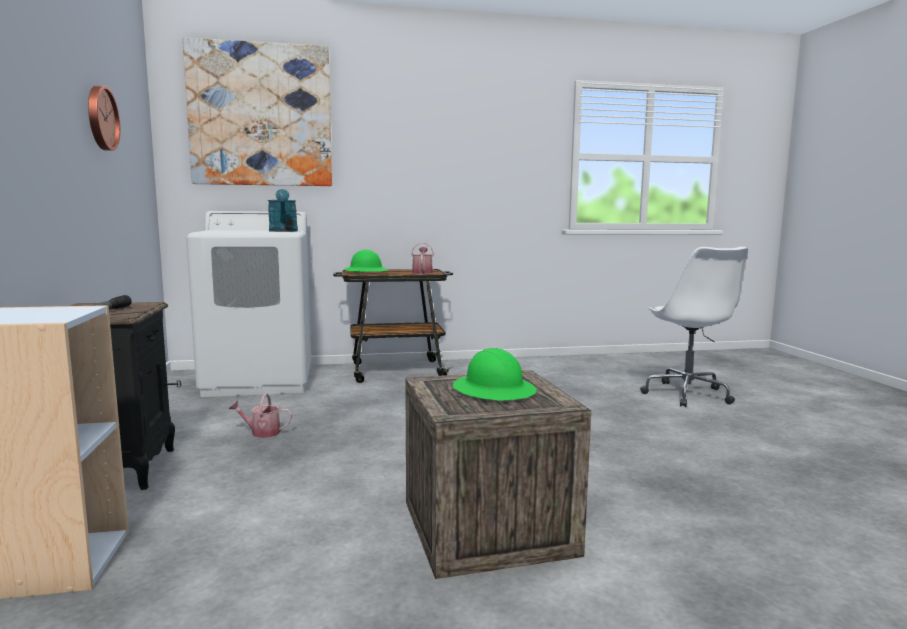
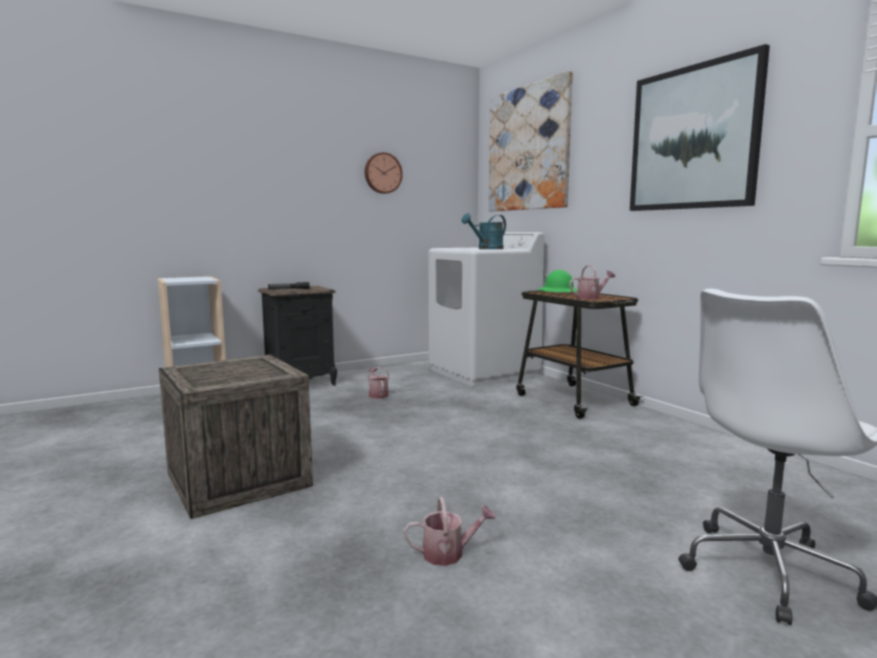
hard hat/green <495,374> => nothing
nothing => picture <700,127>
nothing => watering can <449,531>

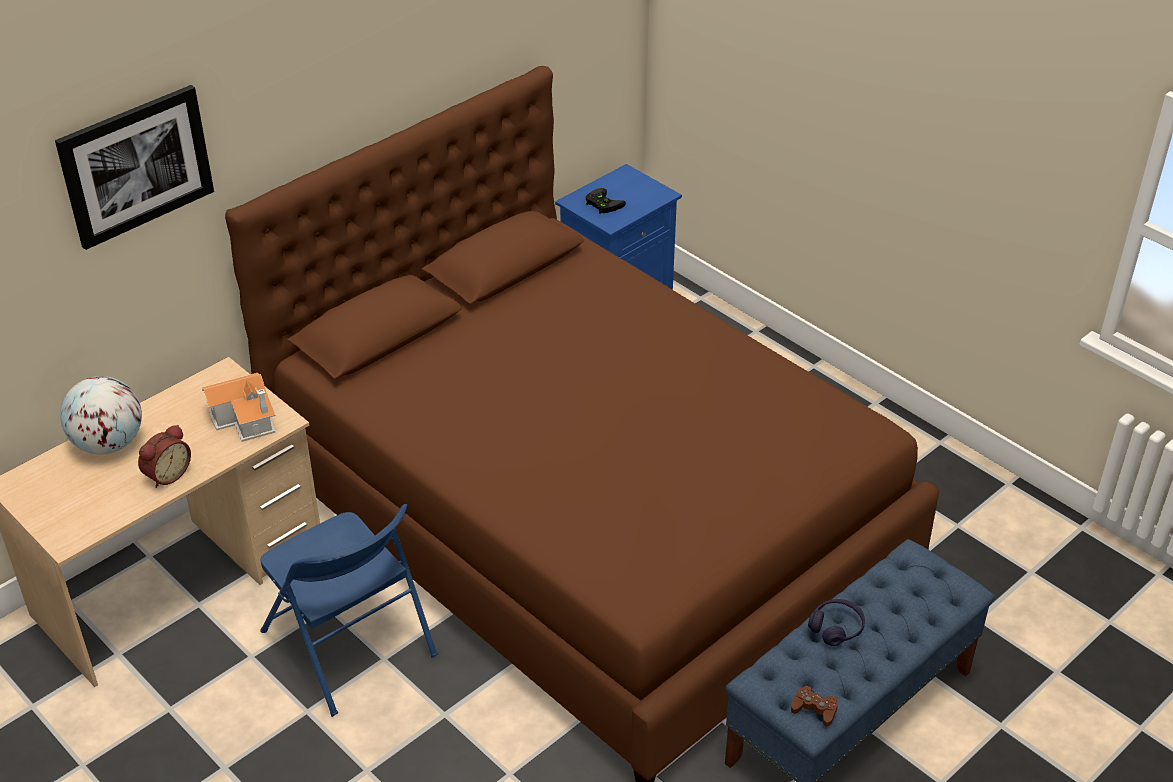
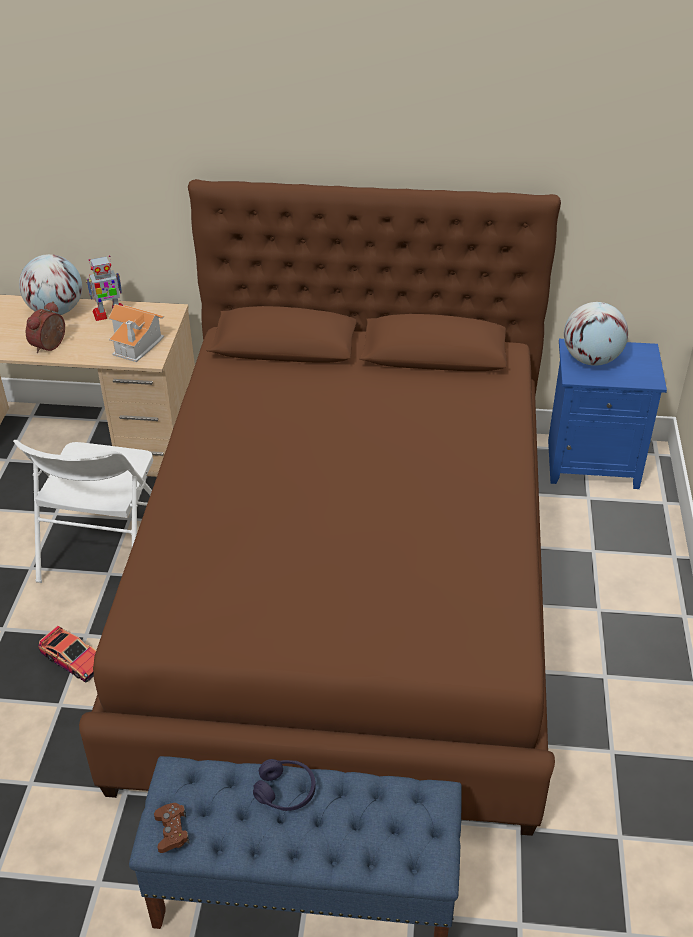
picture <134,167> => nothing
game controller/black <606,201> => globe <596,334>
alarm clock <164,456> => alarm clock <45,327>, 120 degrees clockwise
chair/blue <349,610> => chair/white <83,511>
nothing => toy robot <104,288>
nothing => toy car <67,654>

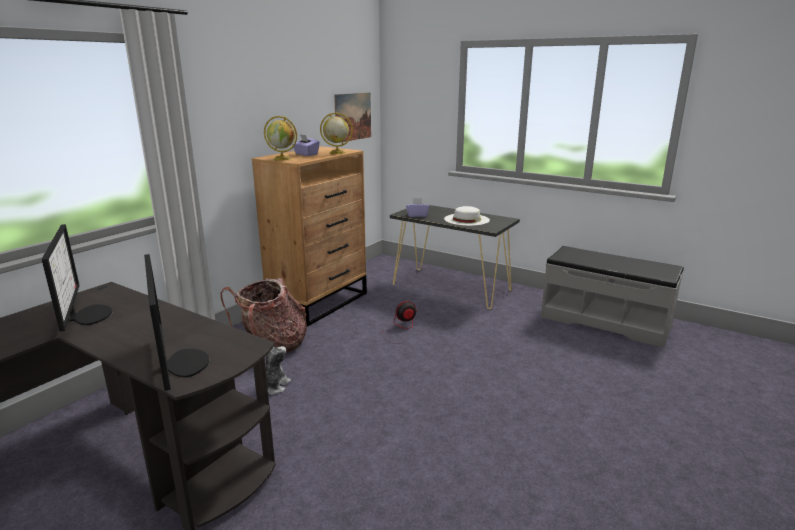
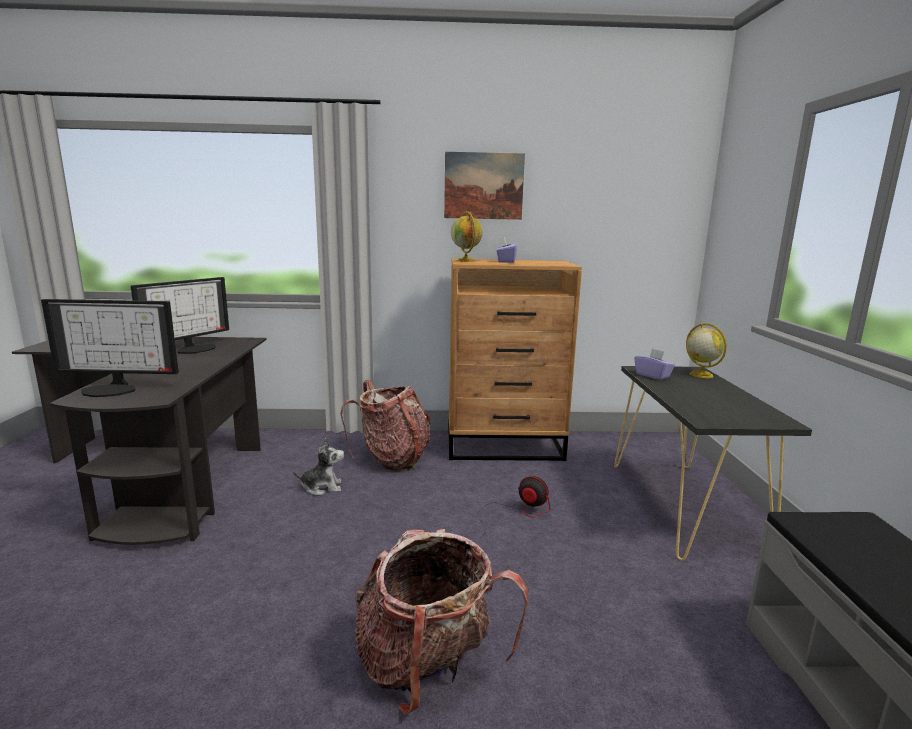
picture <352,117> => picture <484,186>, shifted
globe <336,133> => globe <706,350>, shifted
hat/white <467,216> => nothing
monitor <176,322> => monitor <110,348>, 60 degrees clockwise
nothing => backpack <442,622>

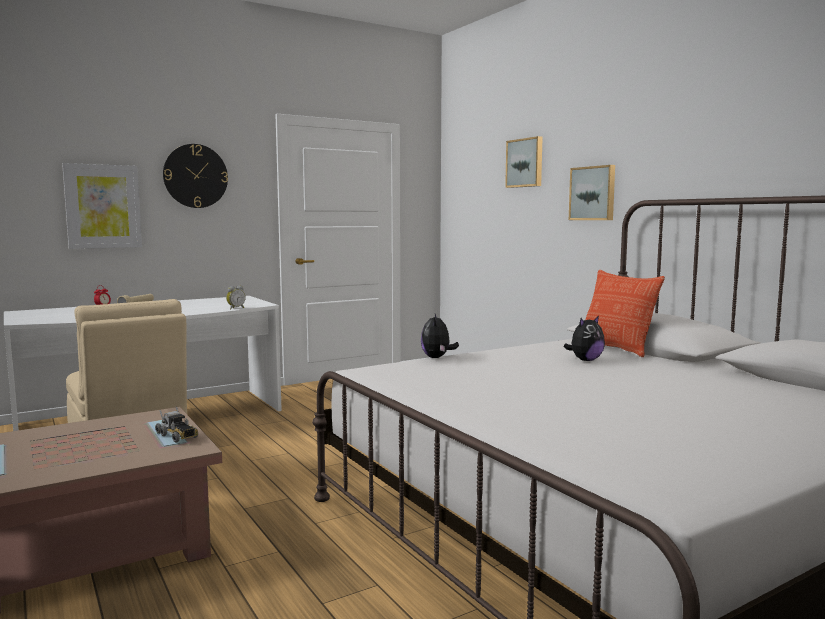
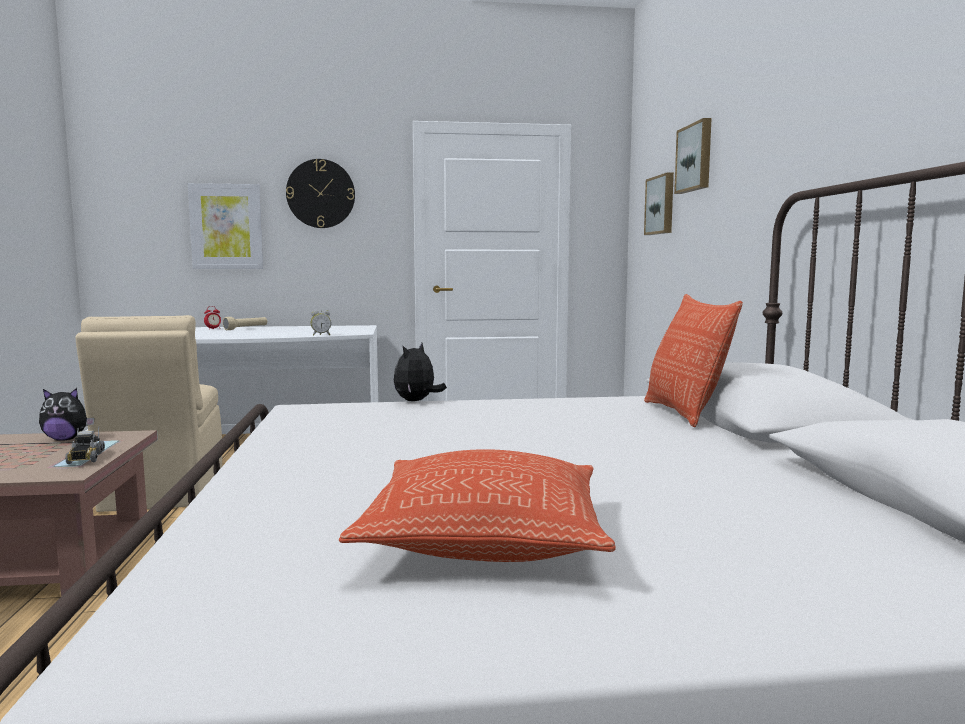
picture <592,192> => picture <659,203>, shifted
plush toy <584,338> => plush toy <66,414>, shifted
nothing => pillow/orange <477,505>

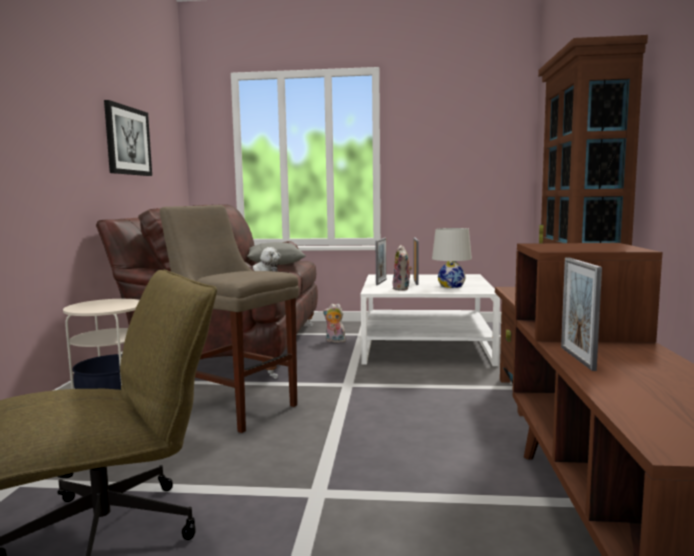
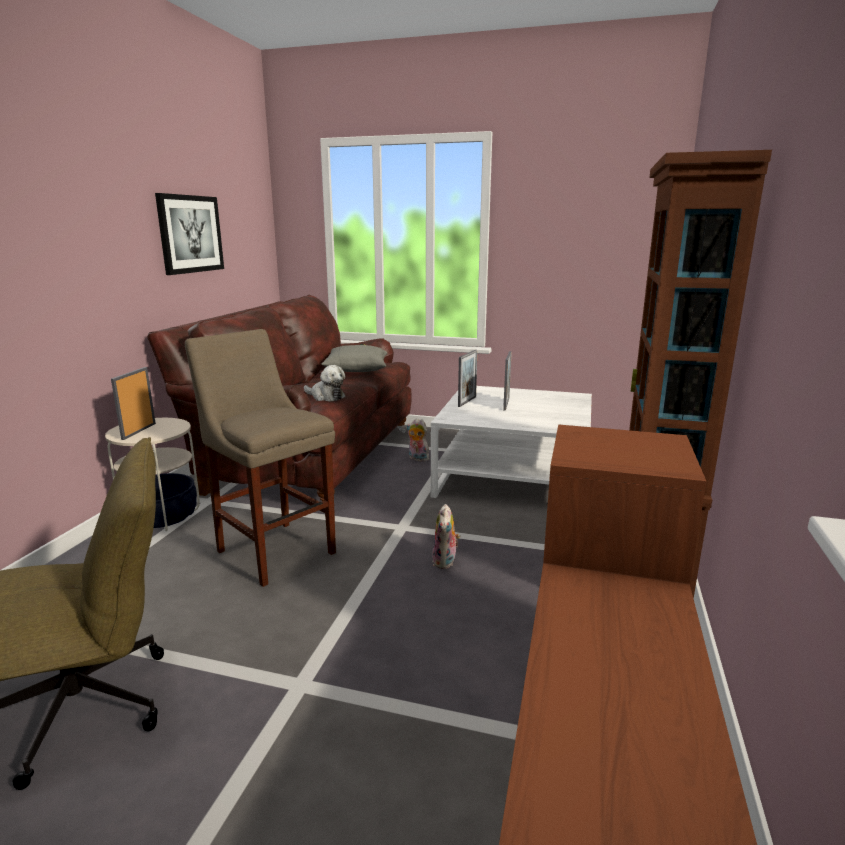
table lamp/white <452,258> => nothing
plush toy <402,268> => plush toy <446,536>, shifted
picture frame <581,314> => picture frame <133,403>, shifted

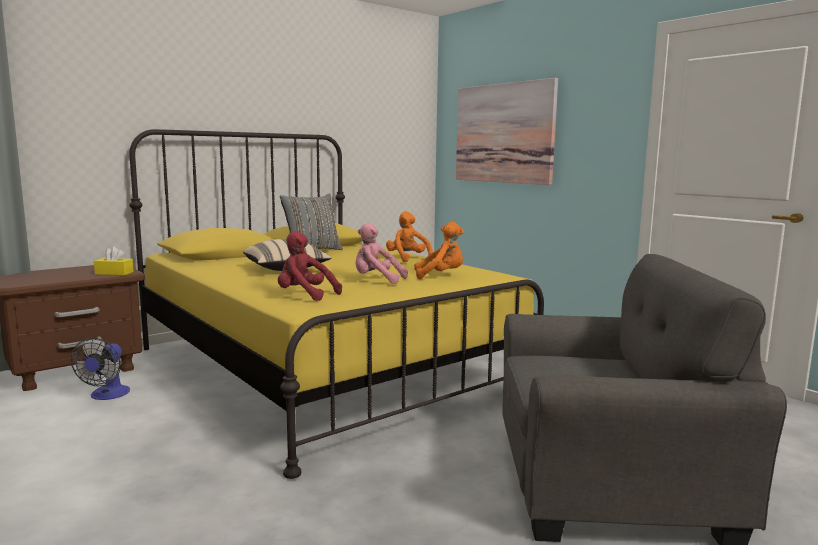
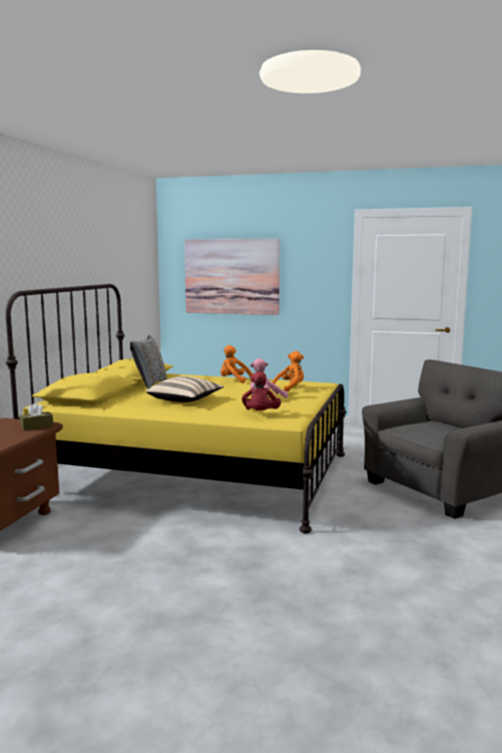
plush toy/red <310,266> => plush toy/red <261,391>, 75 degrees counterclockwise
tissue box/yellow <114,261> => tissue box/brown <36,417>
fan <100,369> => nothing

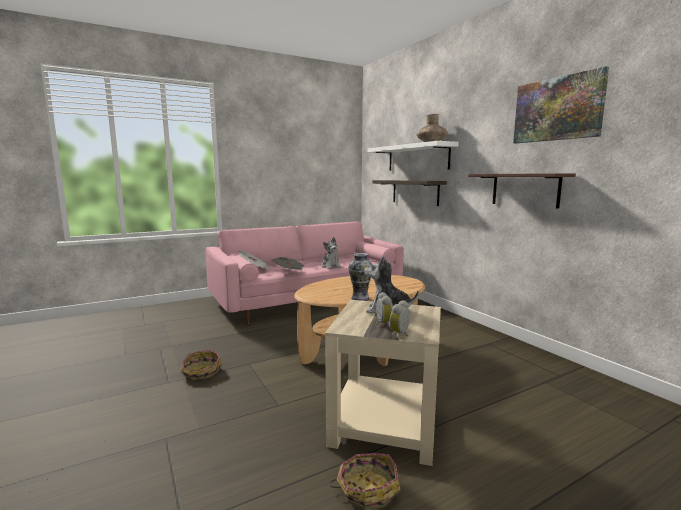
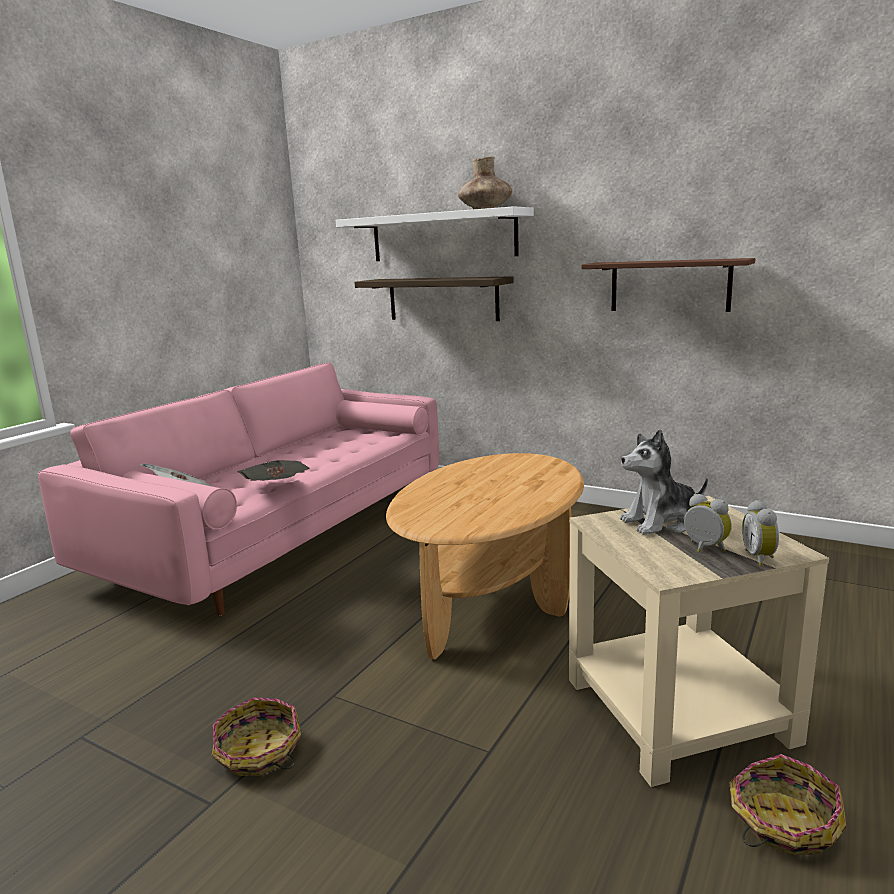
picture <561,104> => nothing
plush toy <331,253> => nothing
vase <360,277> => nothing

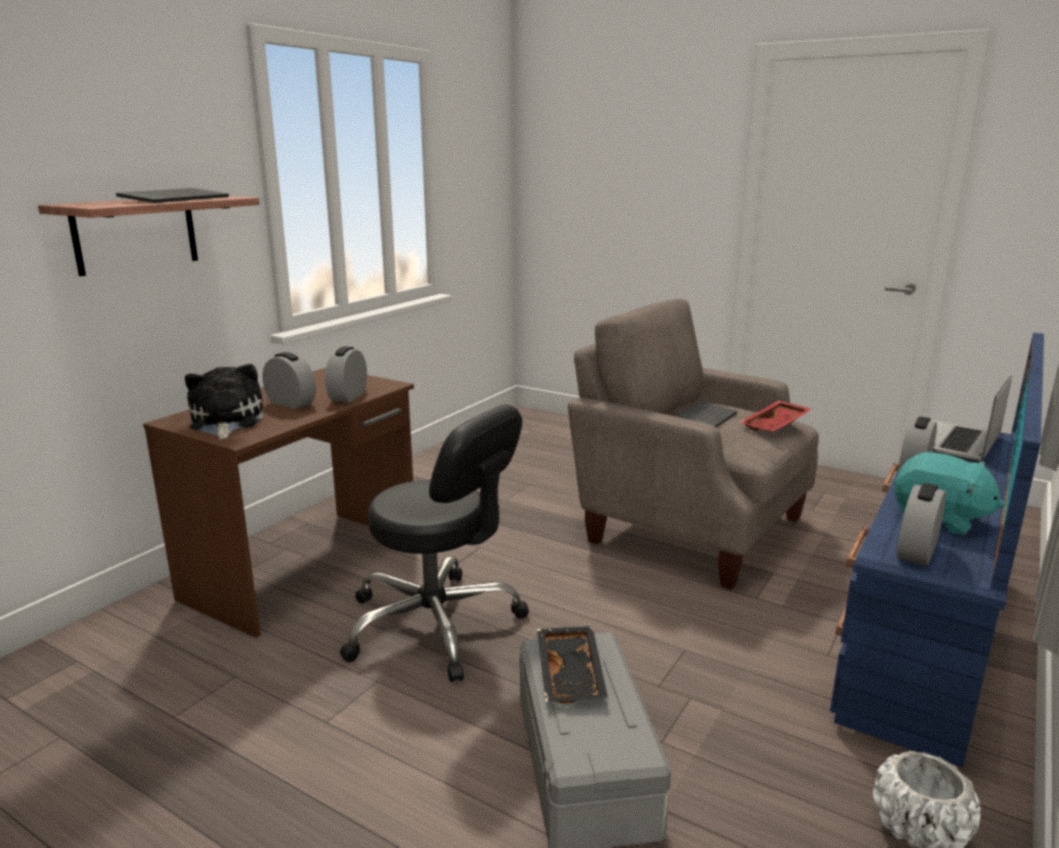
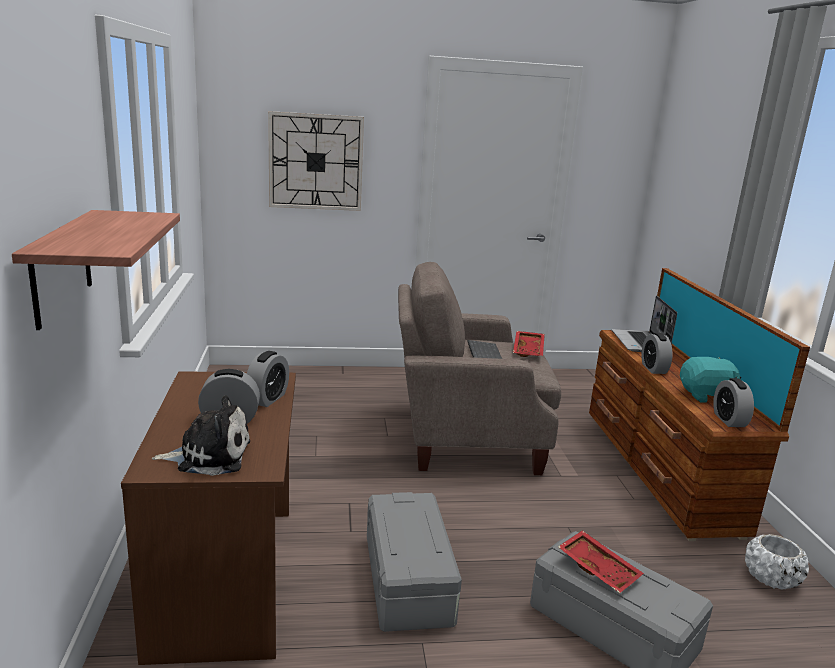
keyboard <172,195> => nothing
dresser/blue <937,550> => dresser/brown <699,404>
alarm clock <346,374> => alarm clock <268,379>, 135 degrees counterclockwise
plush toy <224,401> => plush toy <201,435>, 135 degrees clockwise
office chair/black <434,543> => storage box/grey <414,562>
tray/black <572,665> => tray/red <601,561>
nothing => wall clock <316,161>

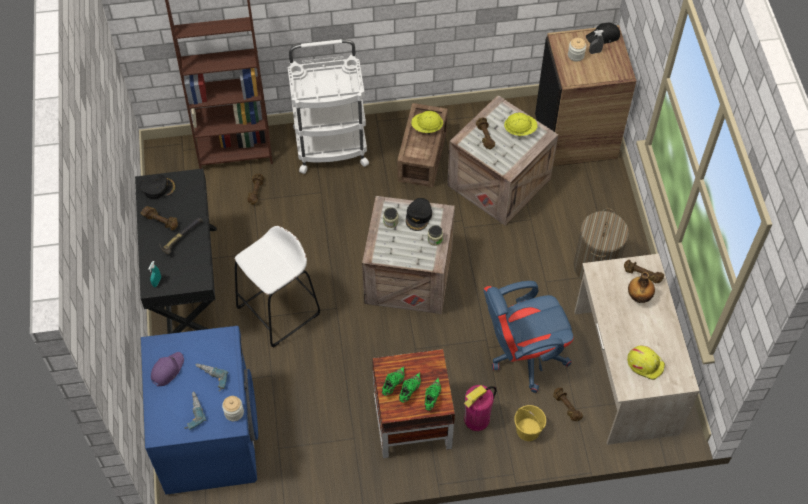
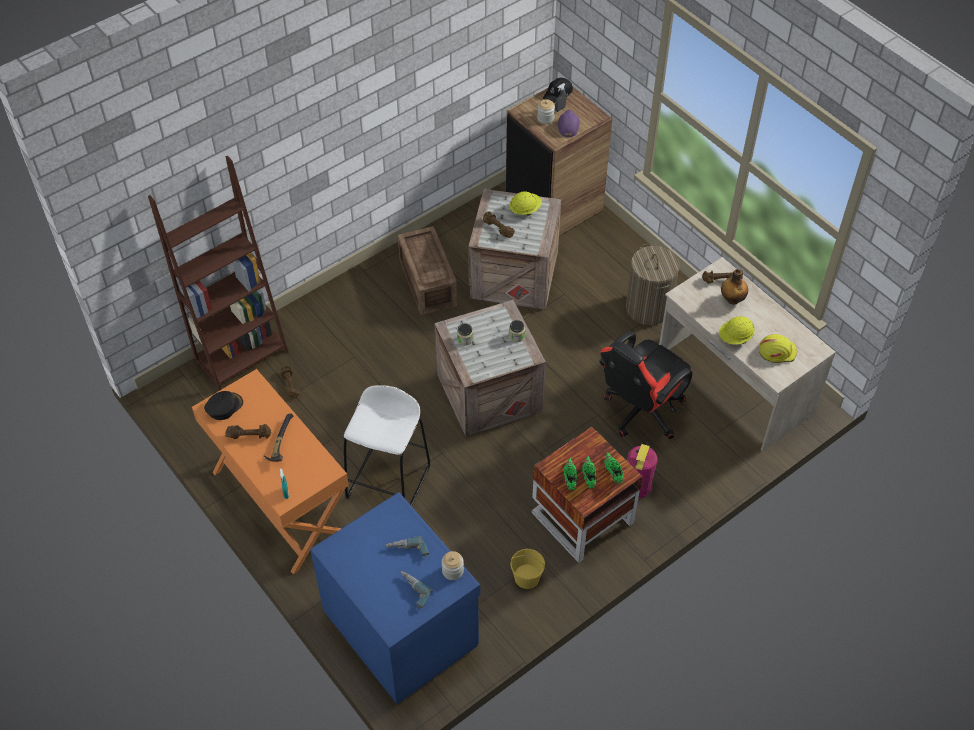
cart/white <328,106> => nothing
hard hat/yellow <427,122> => hard hat/yellow <737,330>, shifted
desk/black <176,251> => desk/orange <270,471>
cap/black <419,214> => nothing
office chair/blue <528,337> => office chair/black <646,385>
cap/purple <167,369> => cap/purple <569,123>, shifted
dumbbell/brown <568,404> => nothing
bucket/yellow <530,423> => bucket/yellow <528,569>, shifted

